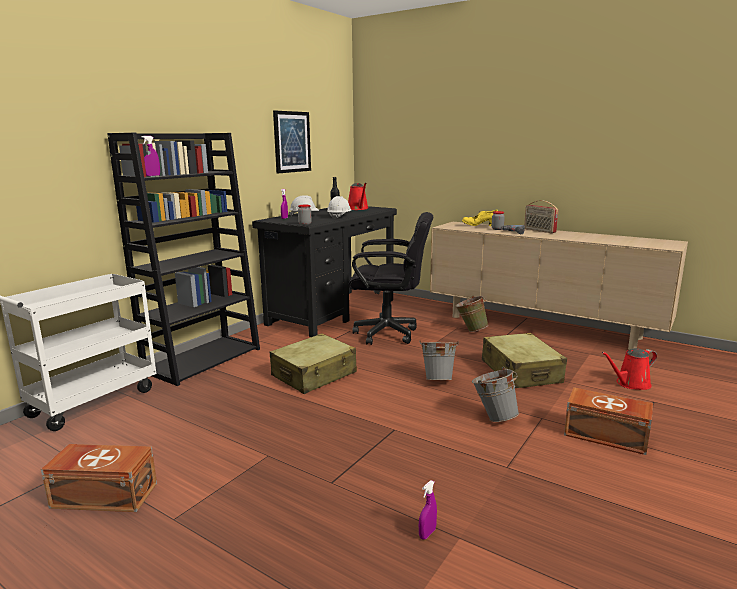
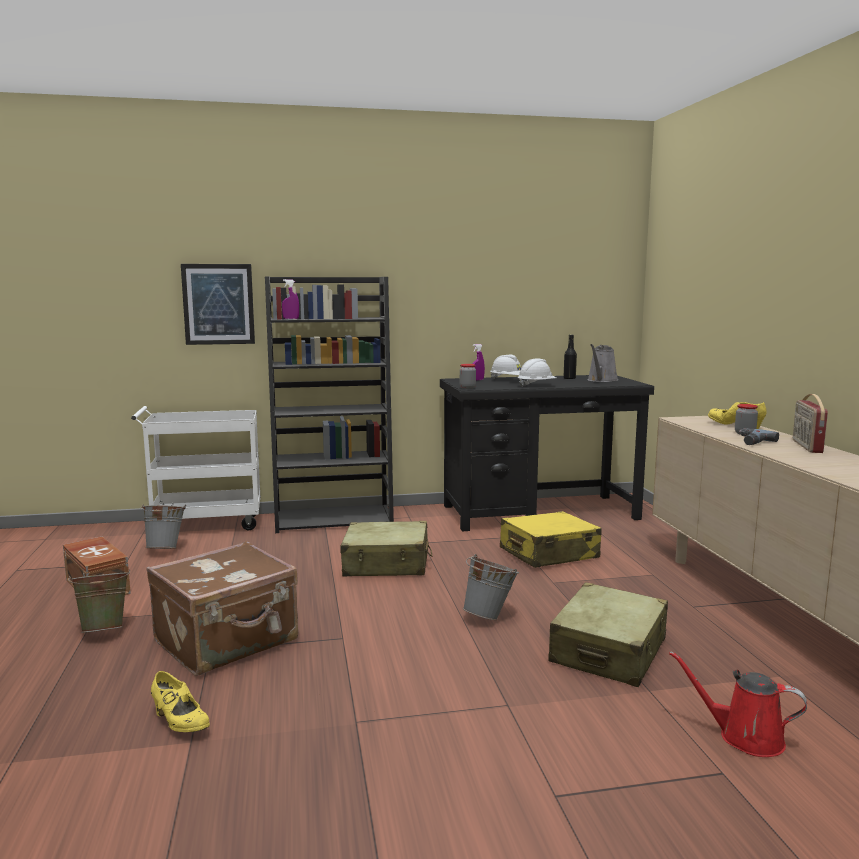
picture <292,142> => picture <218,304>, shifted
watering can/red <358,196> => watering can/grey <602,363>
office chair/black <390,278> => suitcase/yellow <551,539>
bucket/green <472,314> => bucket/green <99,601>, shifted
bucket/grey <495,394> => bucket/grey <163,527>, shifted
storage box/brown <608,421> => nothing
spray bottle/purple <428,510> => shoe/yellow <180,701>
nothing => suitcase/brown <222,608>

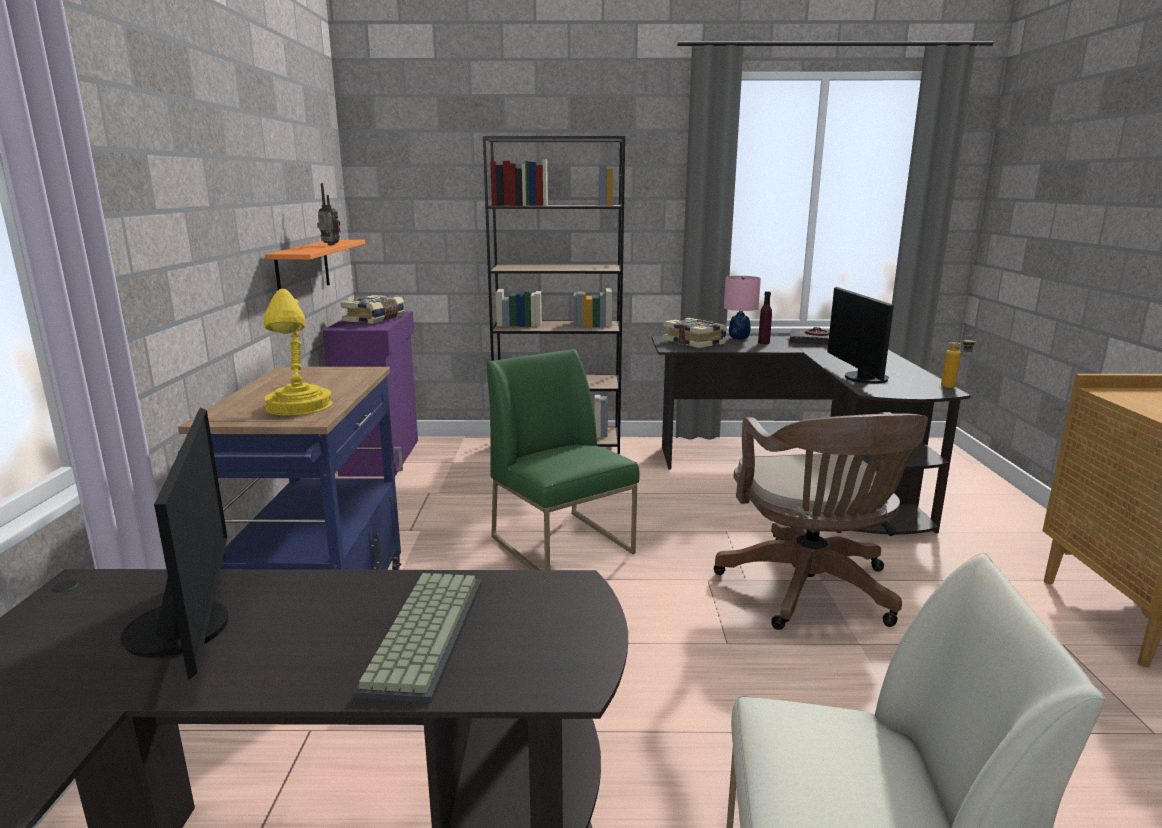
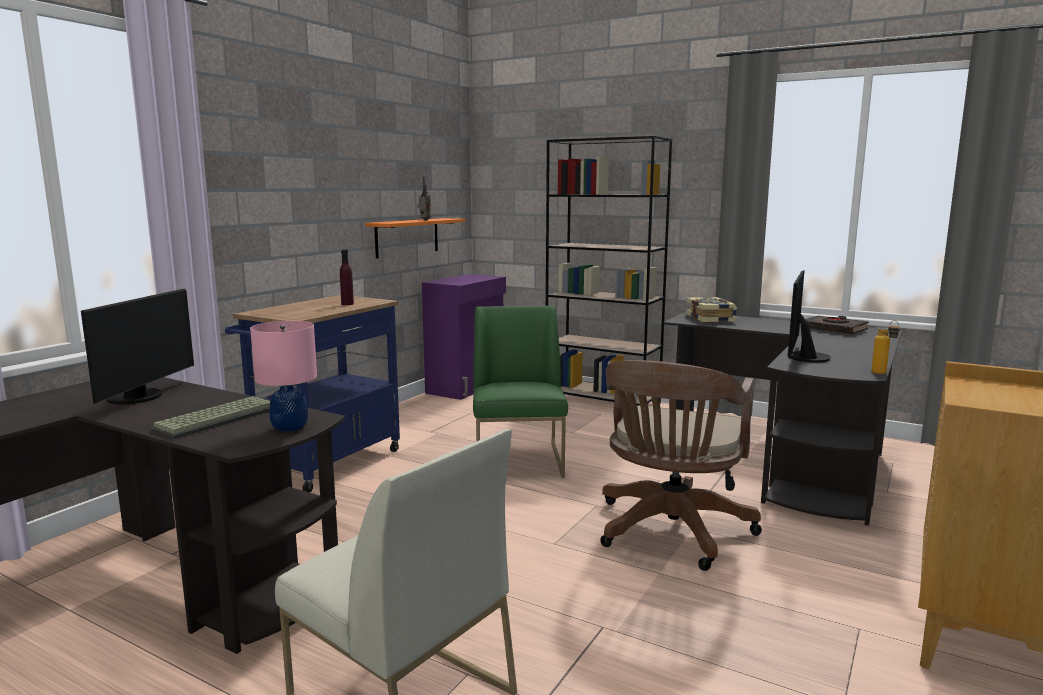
table lamp/pink <742,307> => table lamp/pink <283,376>, shifted
table lamp/yellow <298,352> => nothing
bottle/purple <765,317> => bottle/purple <347,277>, shifted
book <373,309> => nothing

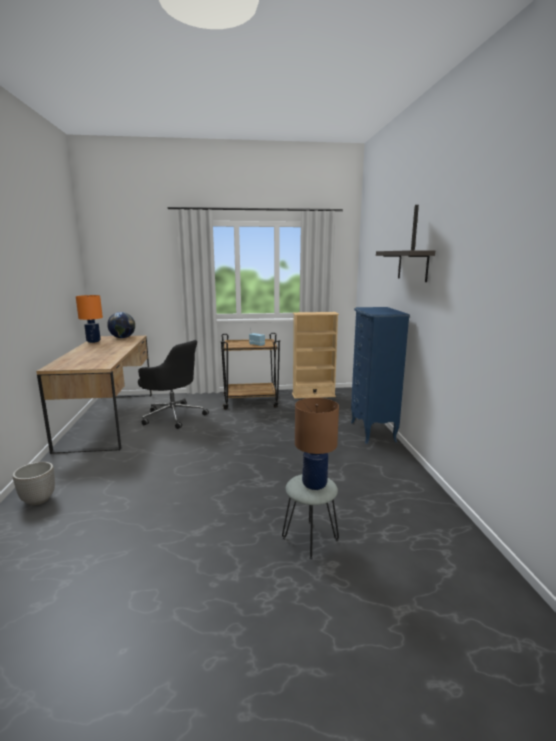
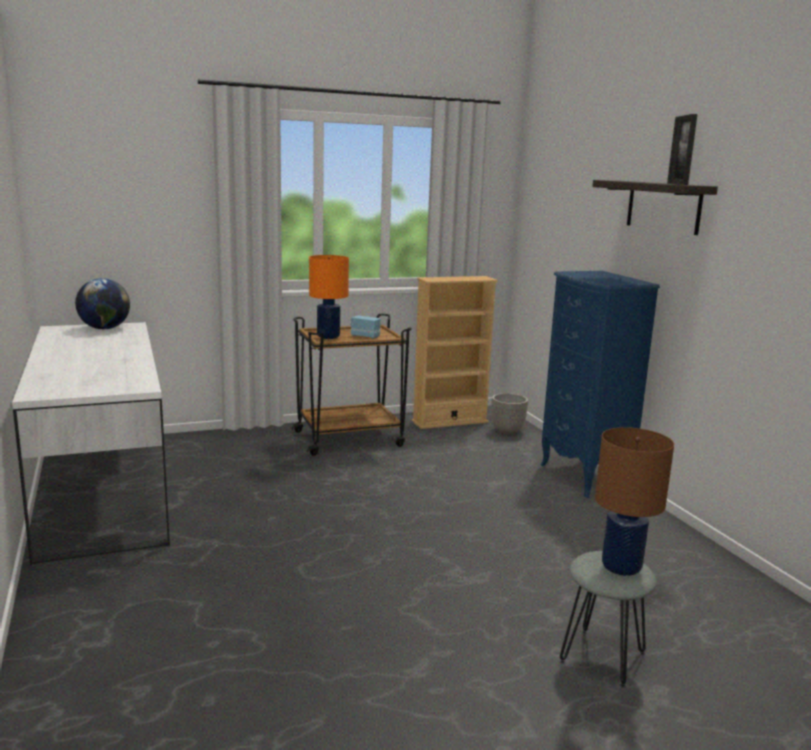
table lamp/orange <89,319> => table lamp/orange <329,297>, shifted
desk/brown <94,394> => desk/white <91,443>
office chair/black <173,384> => nothing
planter <33,483> => planter <510,414>, shifted

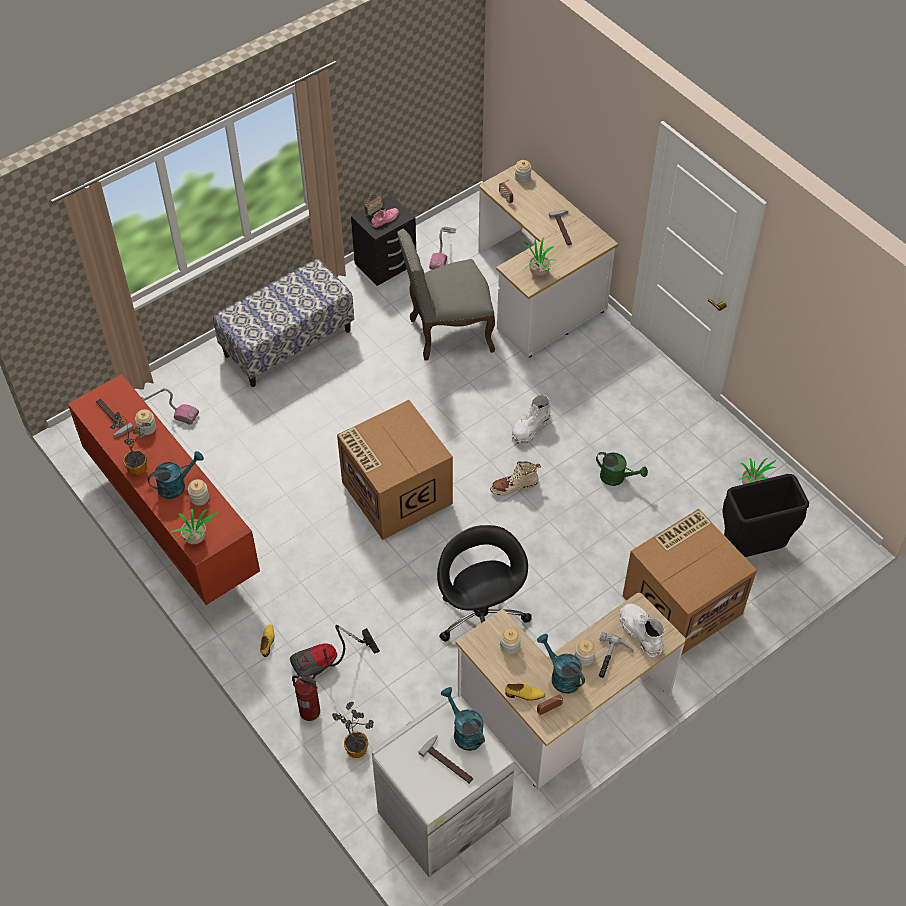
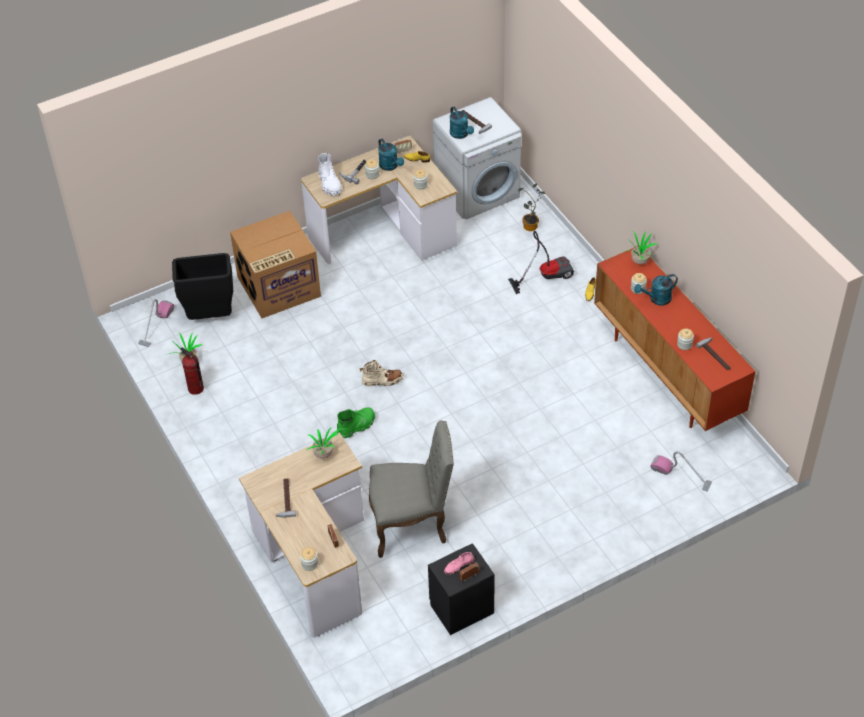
vacuum cleaner <442,248> => vacuum cleaner <156,323>, shifted
bench <283,323> => nothing
boot/white <531,419> => boot/green <356,422>
cardboard box <395,470> => nothing
potted plant <130,443> => nothing
watering can/green <622,469> => nothing
office chair/black <484,583> => nothing
fire extinguisher <306,698> => fire extinguisher <192,371>, shifted

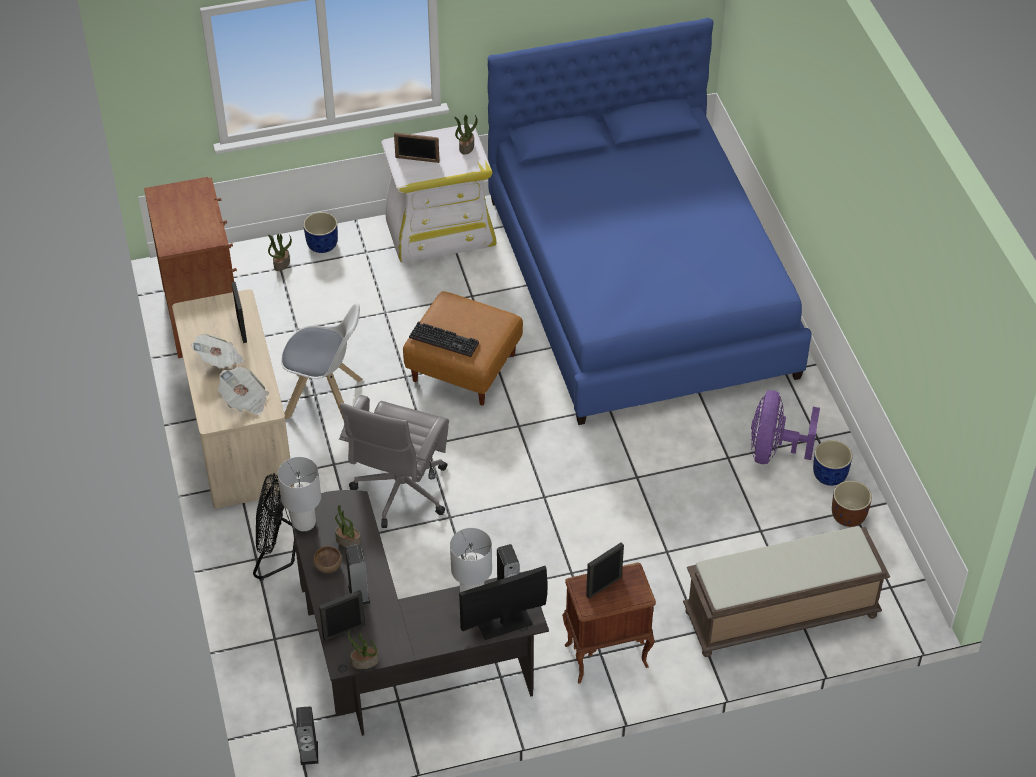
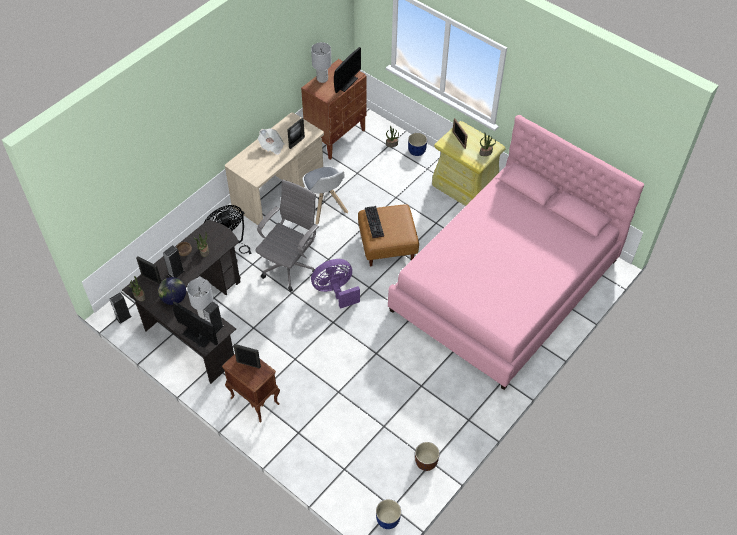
bed/blue <650,221> => bed/pink <516,252>
nightstand/white <439,193> => nightstand/yellow <469,163>
newspaper <243,391> => nothing
fan/purple <785,427> => fan/purple <335,284>, shifted
office chair/grey <394,461> => office chair/grey <287,235>, 135 degrees clockwise
planter/blue <833,463> => planter/blue <388,514>, shifted
table lamp/grey <299,494> => table lamp/grey <321,62>, shifted
bench/brown <786,591> => nothing
nothing => monitor <347,70>
nothing => globe <172,291>

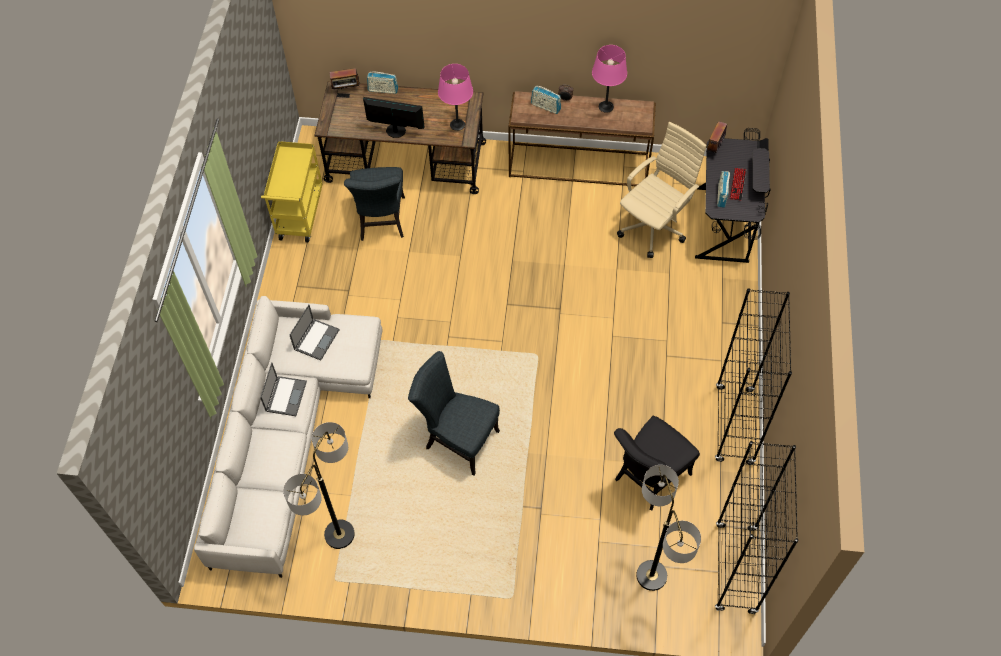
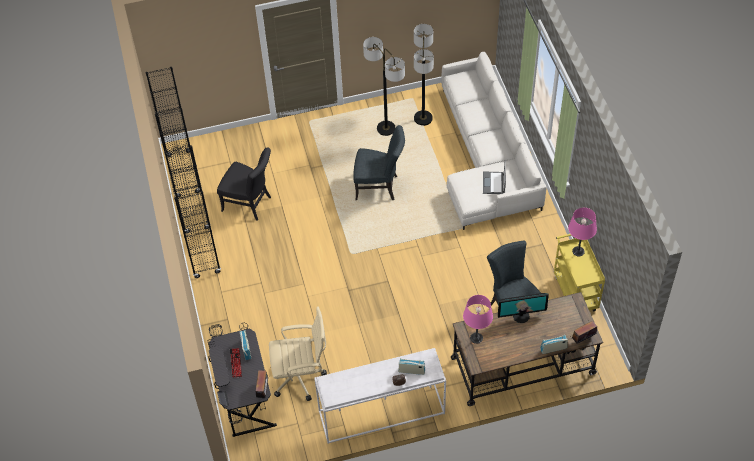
table lamp/pink <609,79> => table lamp/pink <582,232>, shifted
console table/brown <582,138> => console table/white <380,396>
office chair/beige <662,190> => office chair/beige <298,353>, 120 degrees counterclockwise
laptop <283,389> => nothing
chair/black <657,463> => chair/black <244,184>, 90 degrees clockwise
floor lamp <668,528> => floor lamp <384,86>, shifted

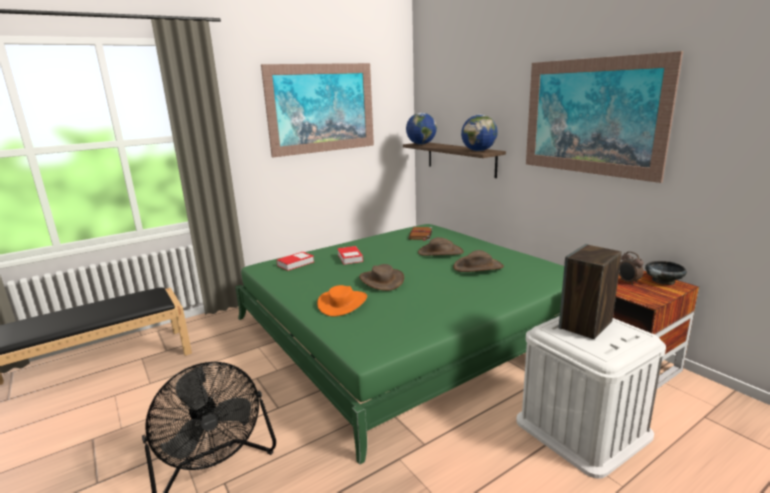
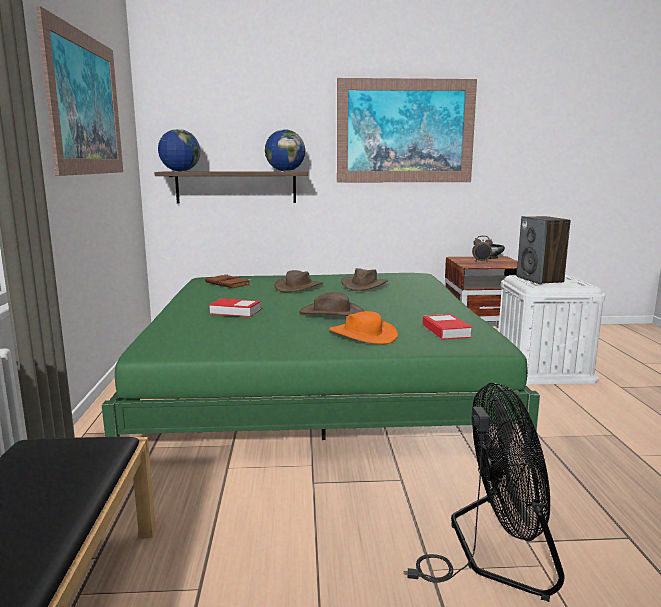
book <295,261> => book <447,327>, shifted

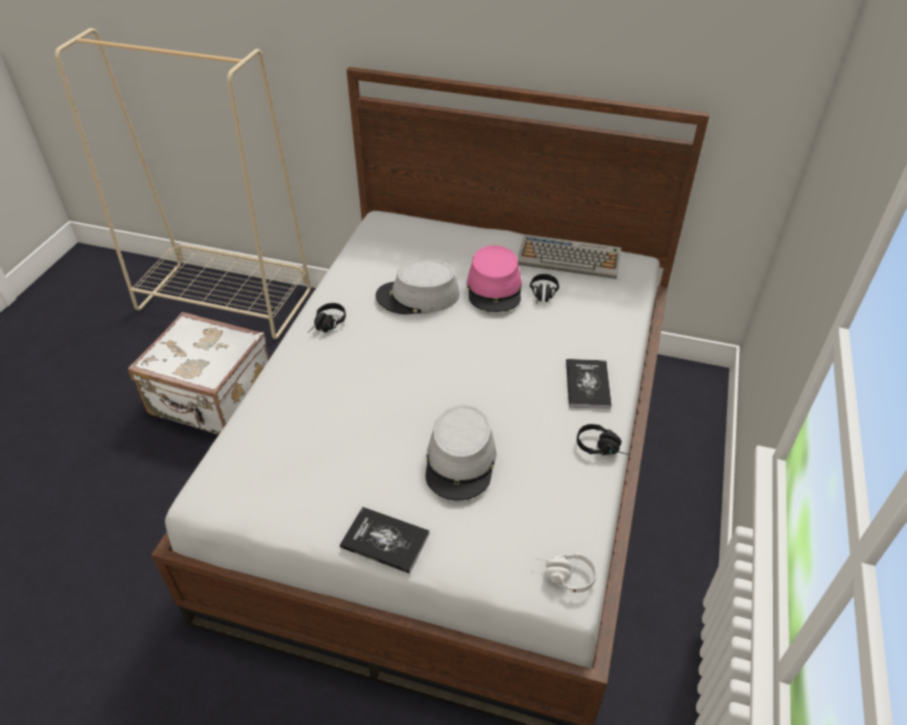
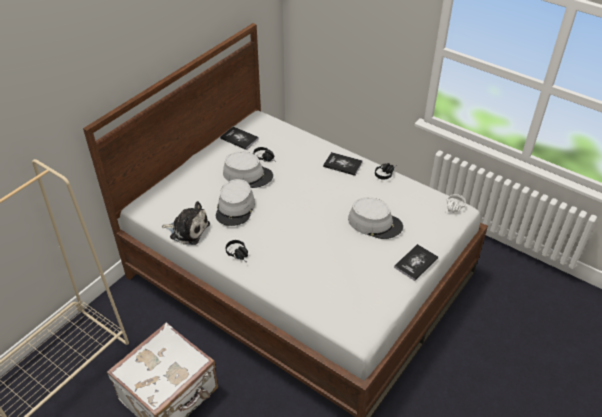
keyboard <569,256> => book <239,138>
hat/pink <494,278> => hat/grey <248,170>
nothing => plush toy <185,223>

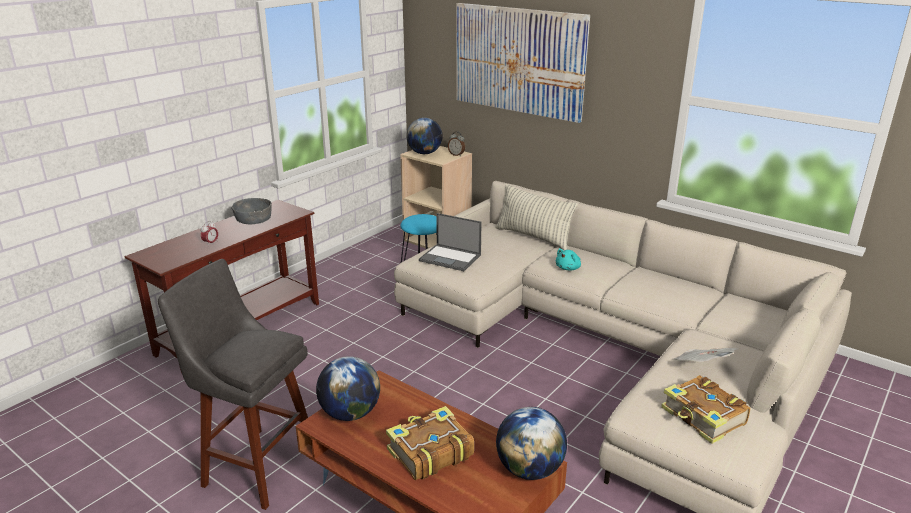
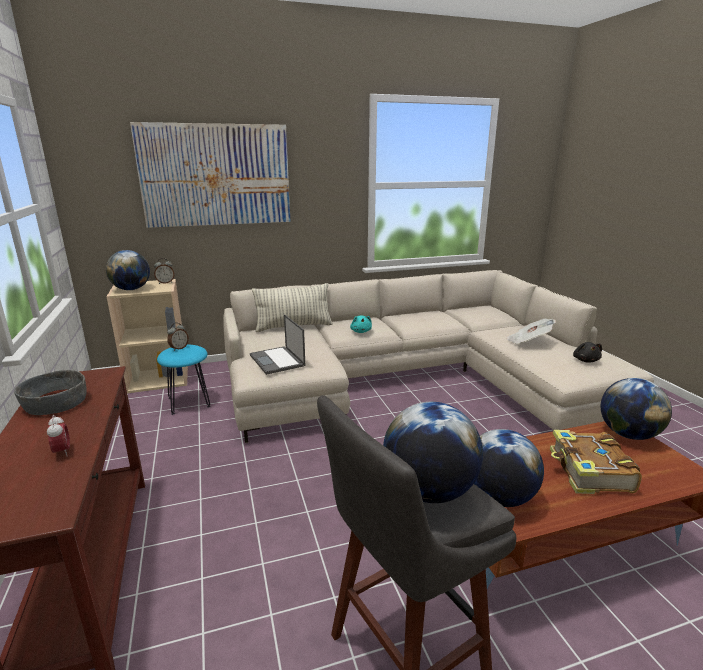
laptop <450,242> => laptop <278,344>, 90 degrees clockwise
book <705,409> => plush toy/black <587,352>
nothing => alarm clock <178,337>
nothing => globe <433,452>

